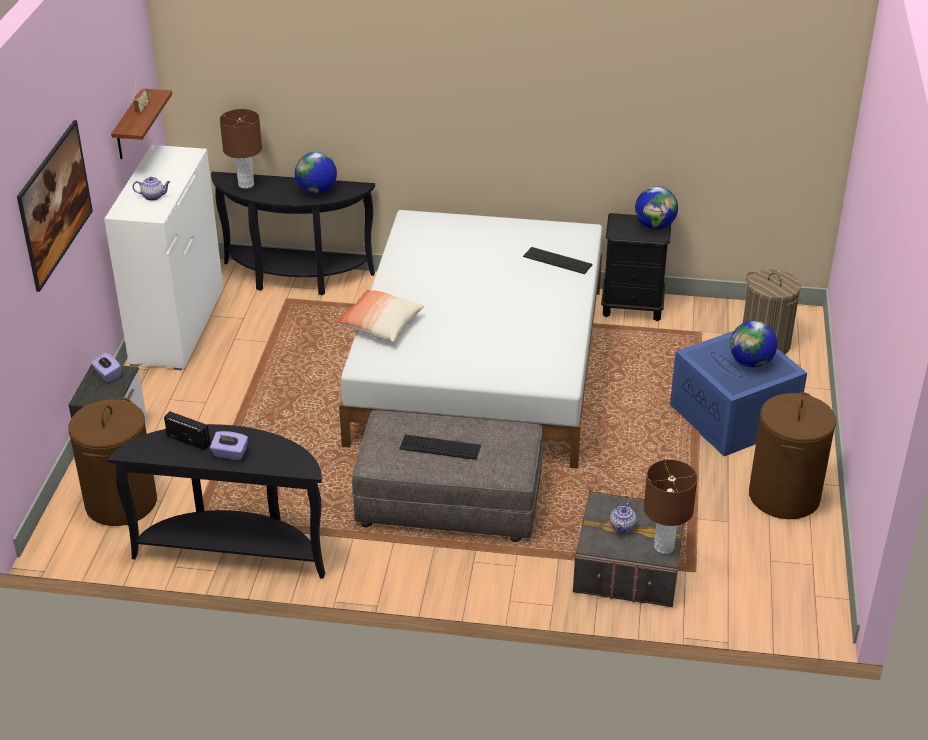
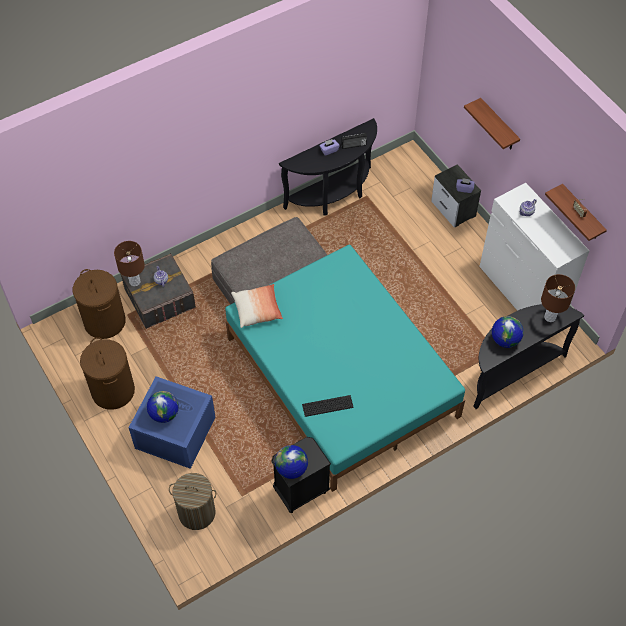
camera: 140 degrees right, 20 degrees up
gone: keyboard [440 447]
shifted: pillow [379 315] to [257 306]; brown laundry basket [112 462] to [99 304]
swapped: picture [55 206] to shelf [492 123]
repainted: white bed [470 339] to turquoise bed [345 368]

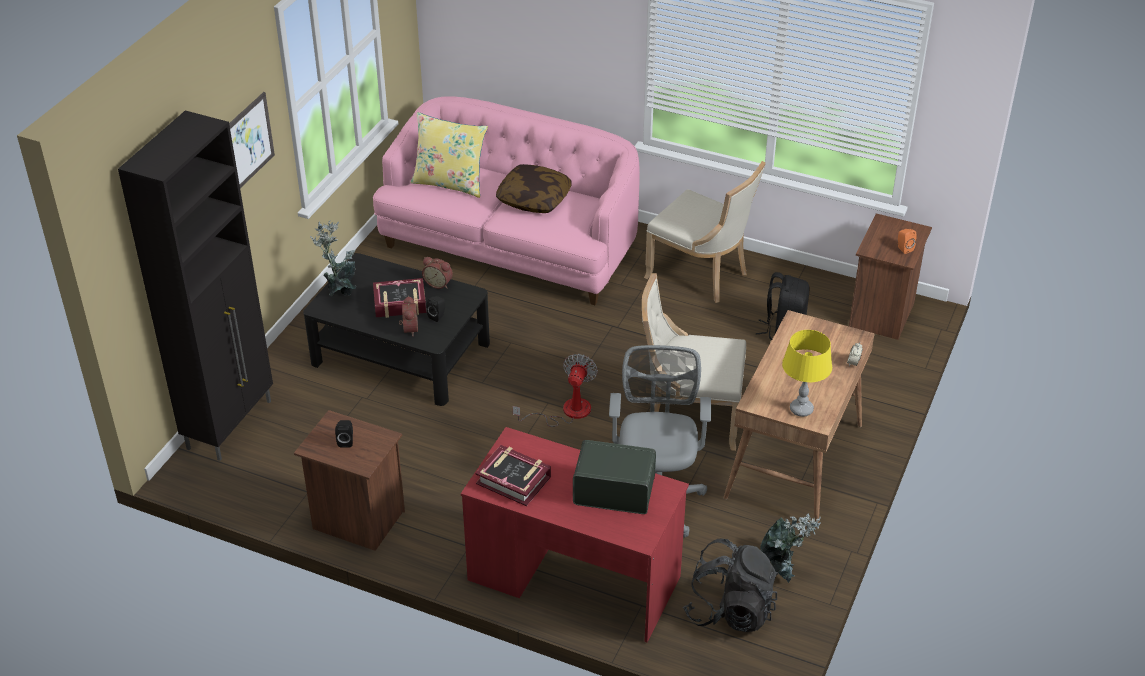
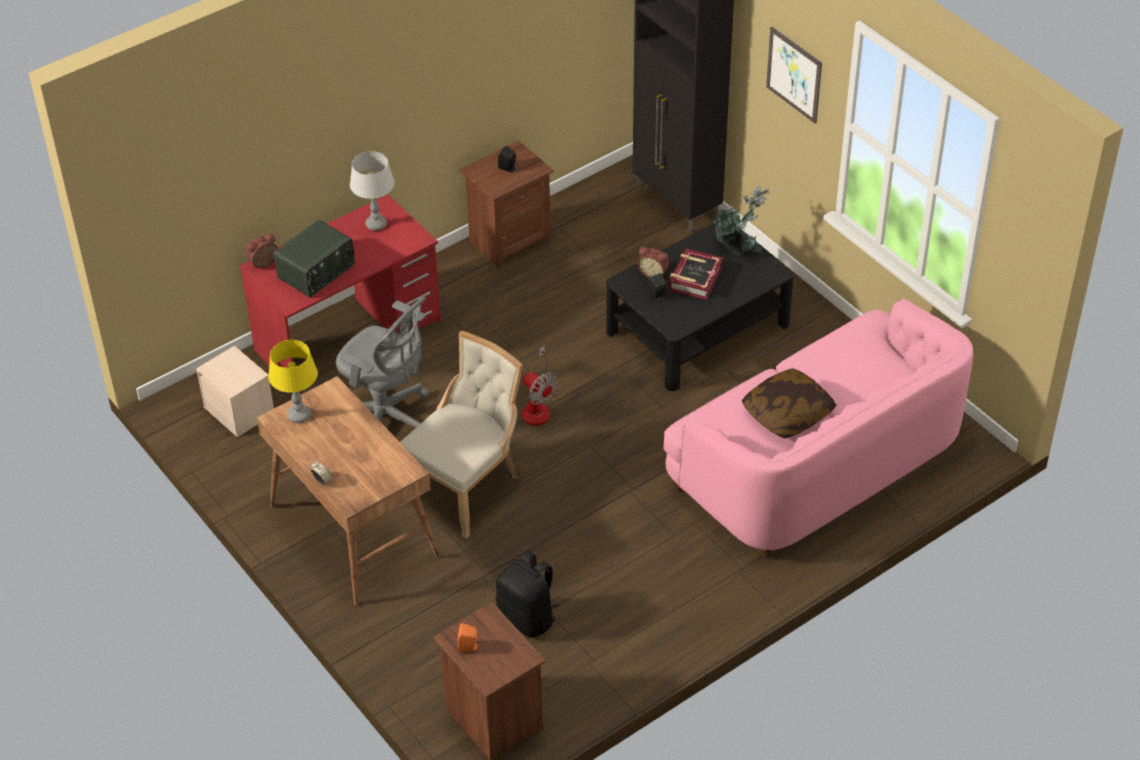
camera: 120 degrees right, 5 degrees up
gone: yellow pillow [449 155]; beige chair [705 232]; potted plant [790 548]
shifted: alarm clock [437 273] to [262 250]
swapped: book [513 475] to grey table lamp [372 191]; black backpack [730 585] to beige storage box [235 391]

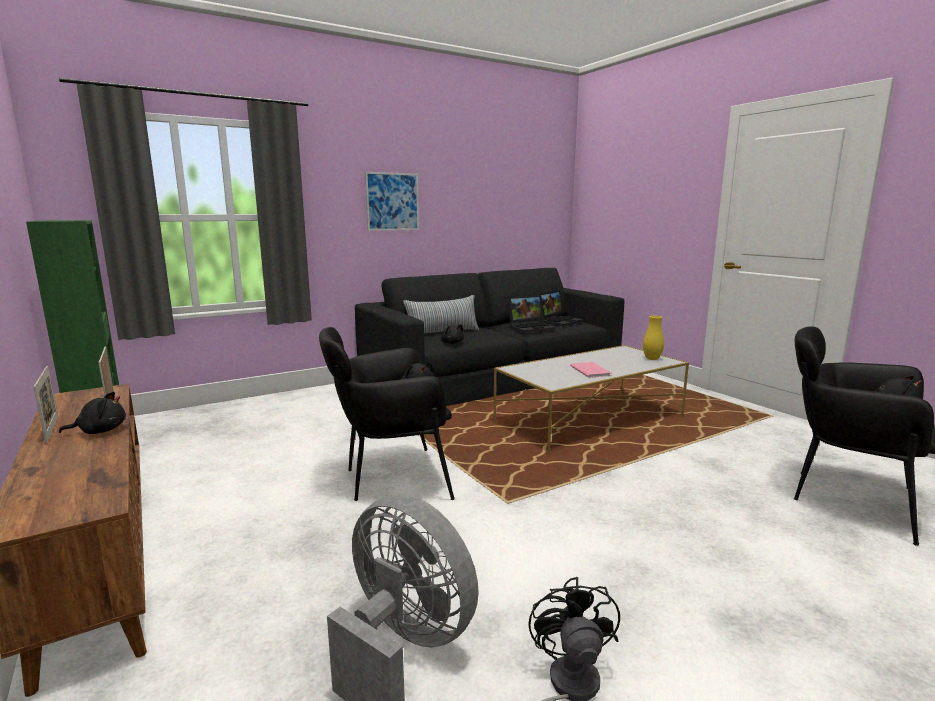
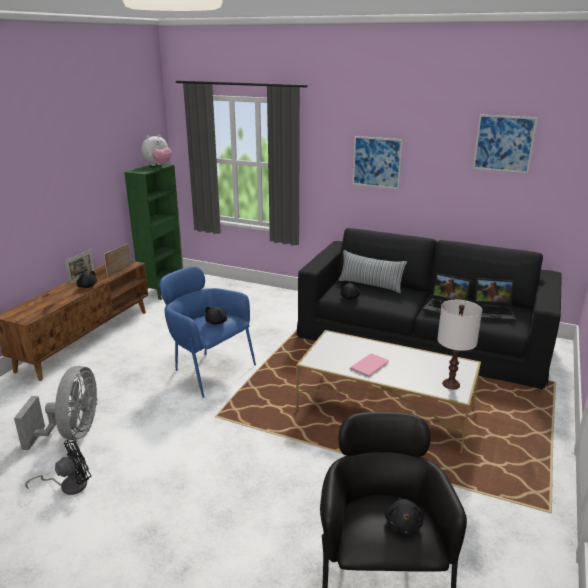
camera: 55 degrees right, 10 degrees up
new: picture [505 143]; plush toy [156 150]
swapped: yellow vase [653 338] to white table lamp [459 345]
repainted: black armchair [387 414] to blue armchair [208 332]

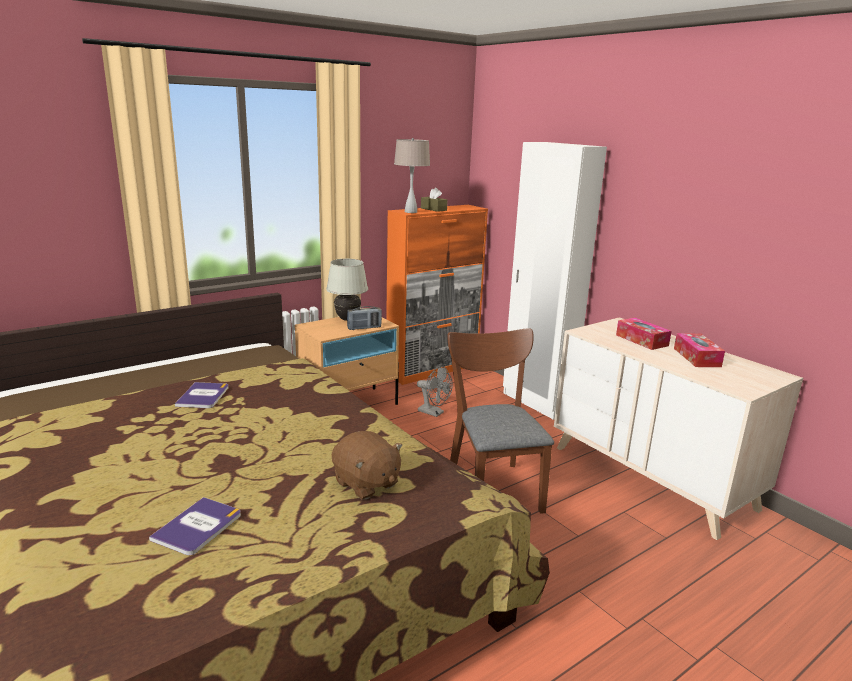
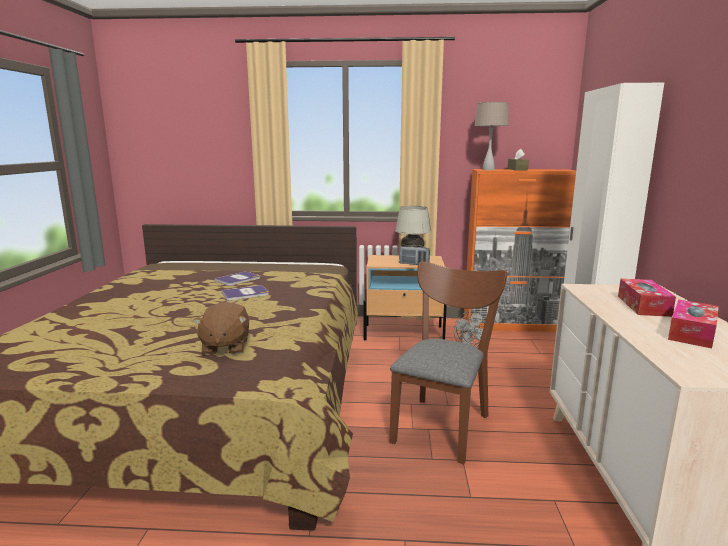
camera: 40 degrees right, 5 degrees down
shifted: book [195 526] to [245 293]

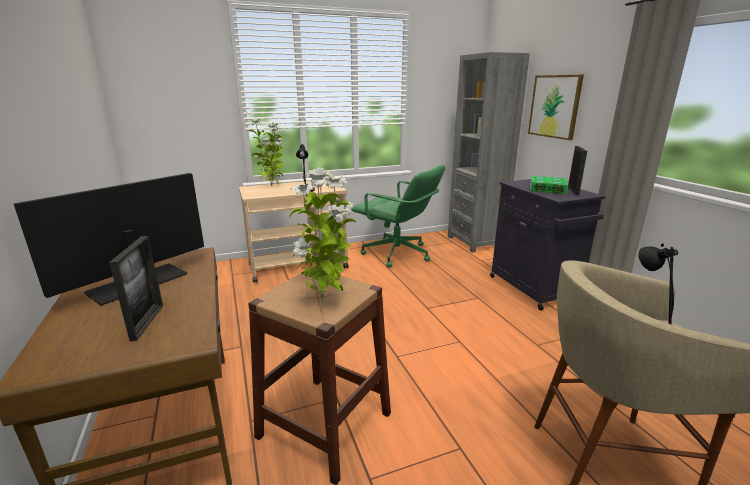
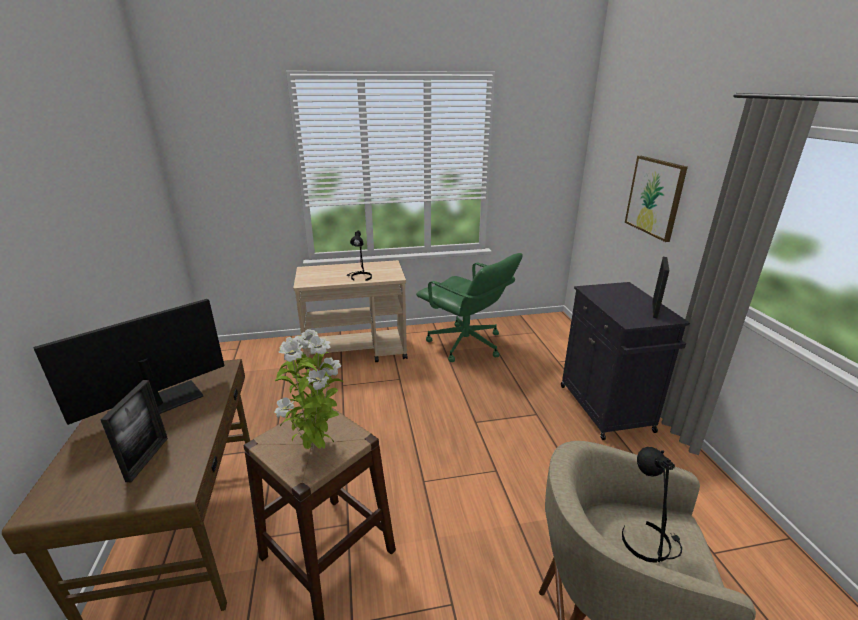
camera: 10 degrees right, 5 degrees up
gone: grey bookcase [489 152]; potted plant [265 152]; book [549 185]

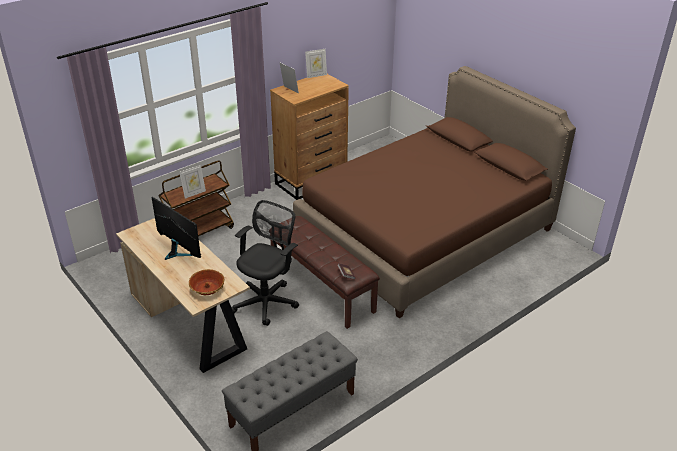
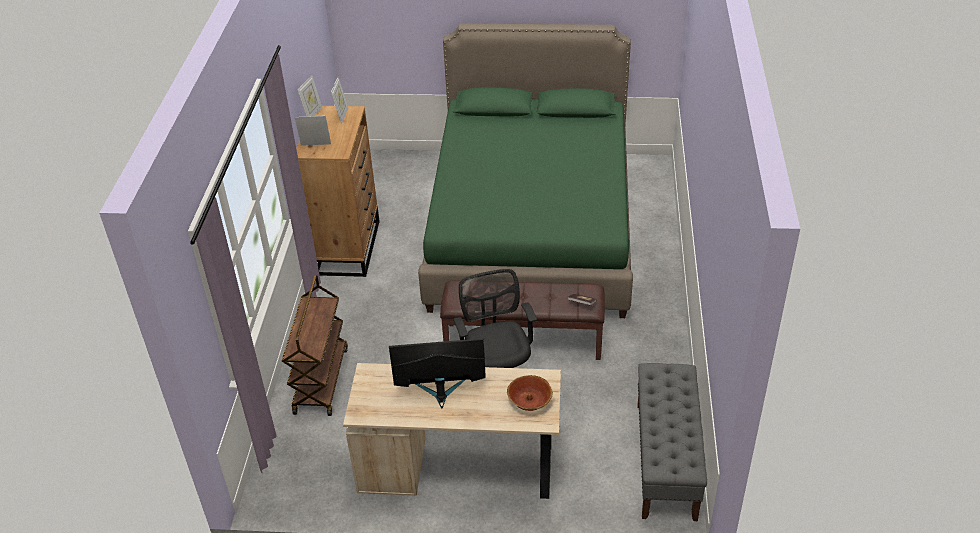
camera: 45 degrees left, 5 degrees up
shifted: picture frame [192 182] to [339 100]
repainted: brown bed [434 192] to green bed [525 170]

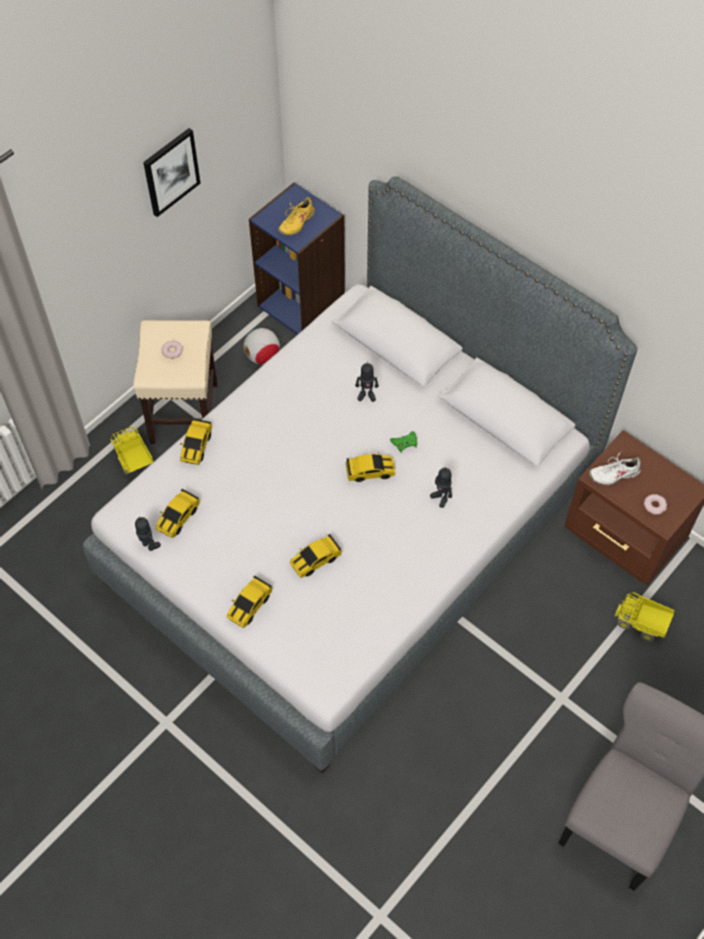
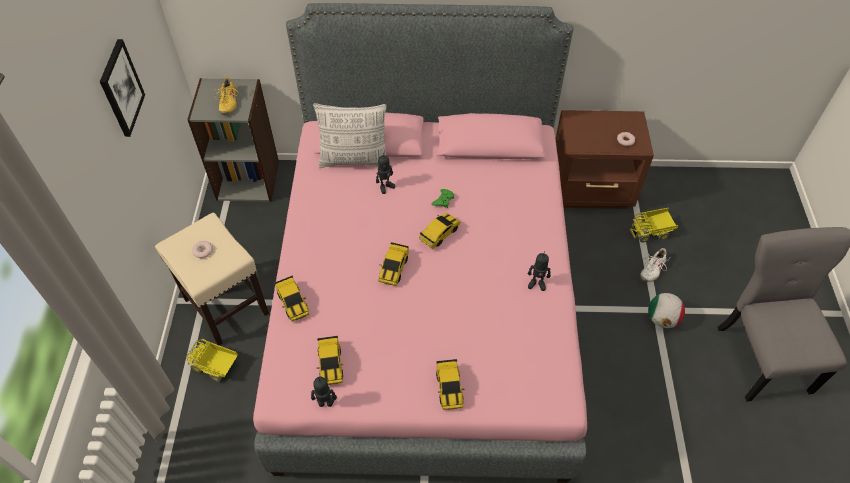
camera: 40 degrees left, 5 degrees down
new: pillow [350 135]
shifted: football [262 346] to [666 310]; white shoe [615 468] to [655 265]; toy robot [441 487] to [539 271]; toy car [316 556] to [394 264]
repainted: grey bed [360 475] to pink bed [420 243]; blue bookcase [297 258] to grey bookcase [233 140]

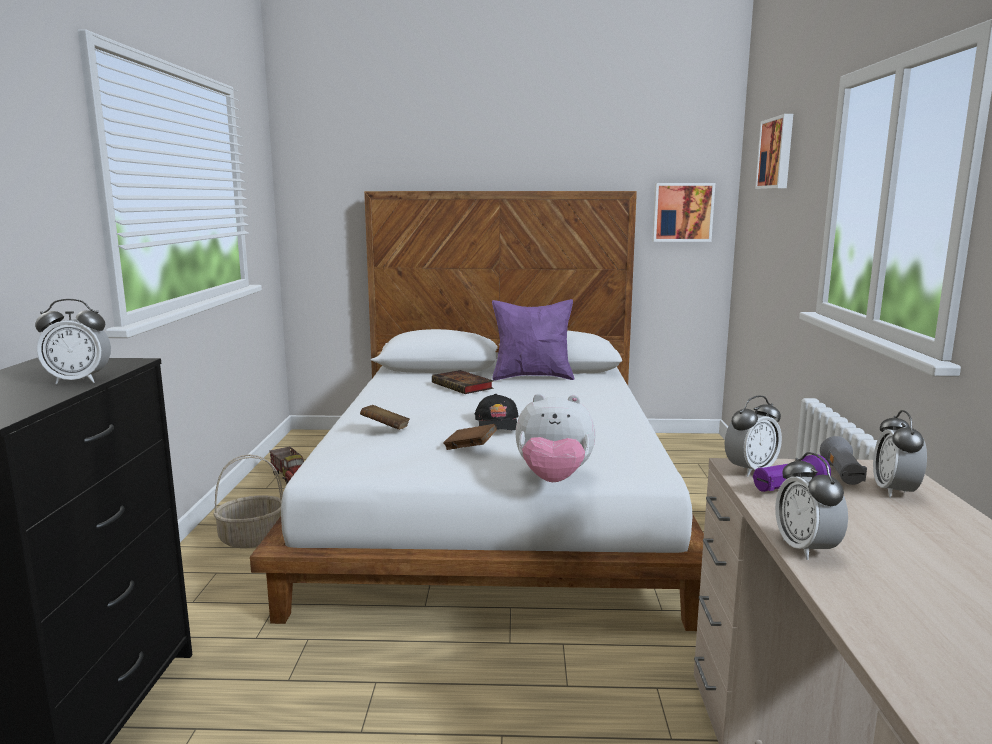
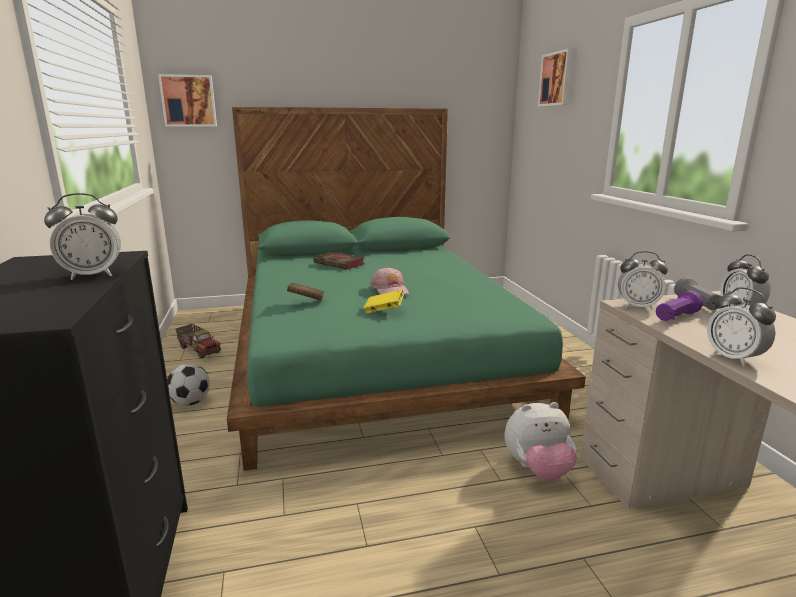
camera: 15 degrees left, 5 degrees up
gone: purple pillow [533 340]
shifted: picture [683 212] to [187 100]; plush toy [555 438] to [541 441]
swapped: basket [248 501] to football [188 385]
repainted: white bed [477 411] to green bed [406 289]; black cap [497 412] to pink cap [390 280]; brown book [470 437] to yellow book [384 301]
rotated: alarm clock [753 436] = [643 280] 60 degrees clockwise

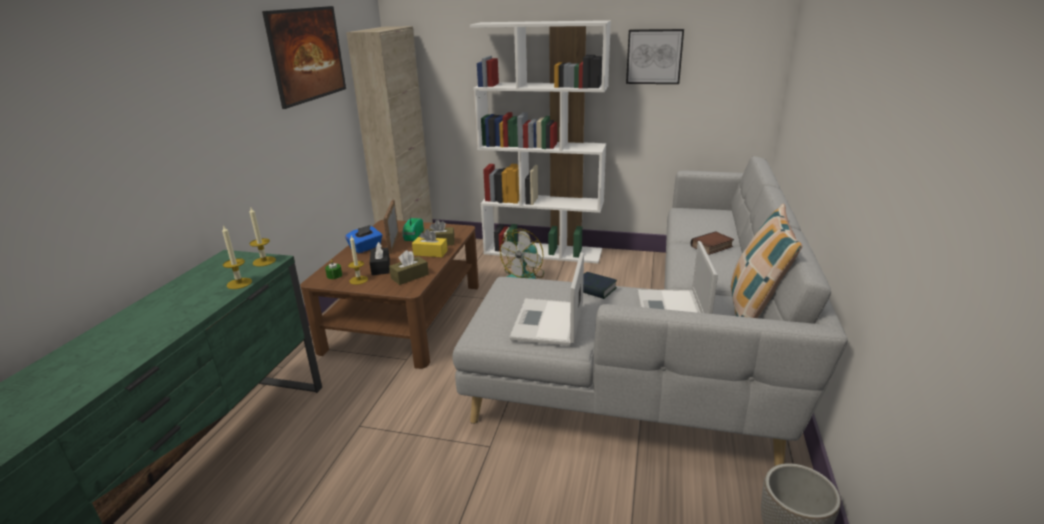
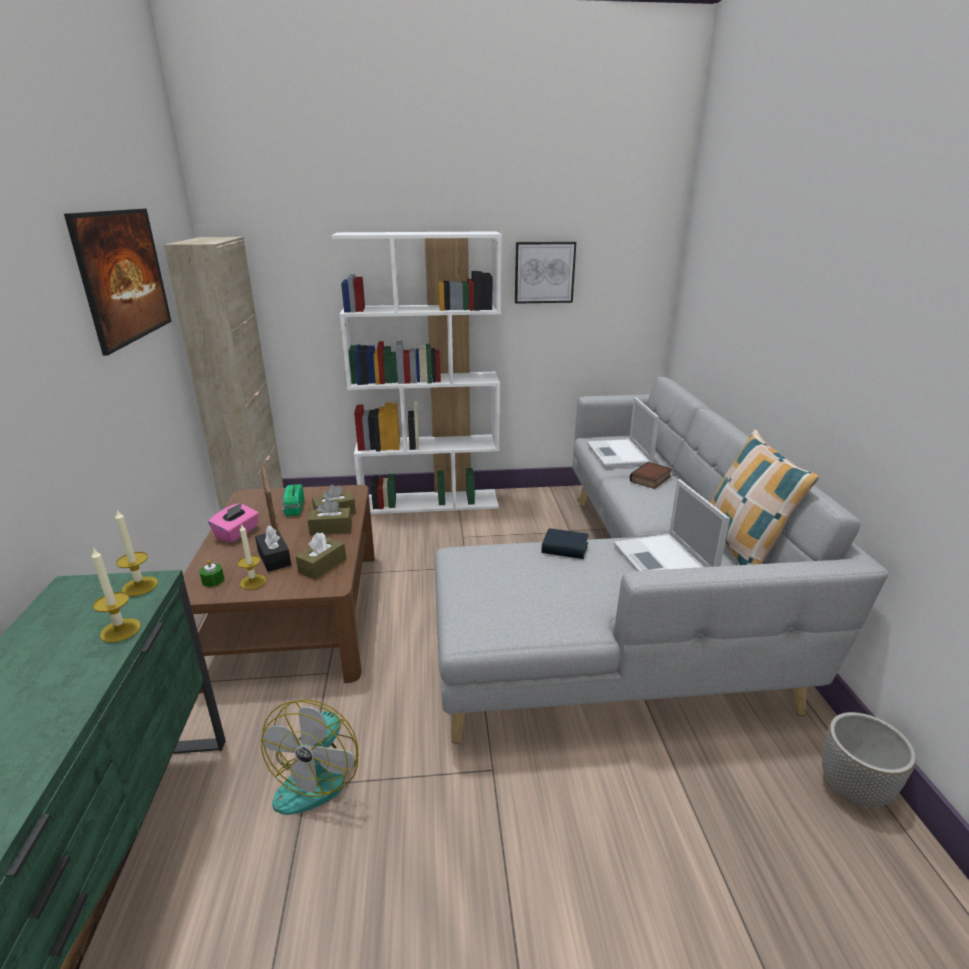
camera: 20 degrees left, 0 degrees up
shifted: fan [522 254] to [309 757]; laptop [546 299] to [623 432]
repainted: blue tissue box [364 239] to pink tissue box [233 523]; yellow tissue box [430 243] to brown tissue box [330 517]

